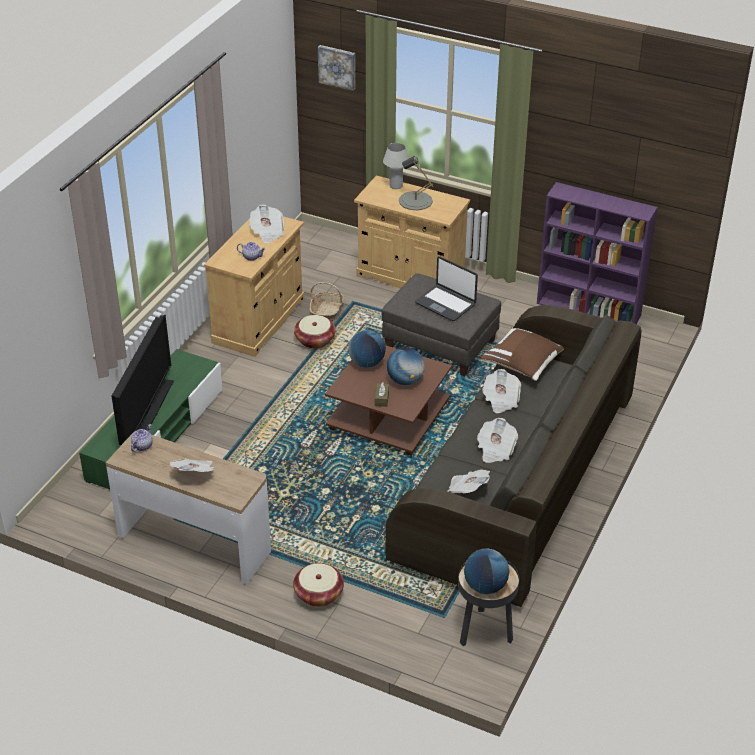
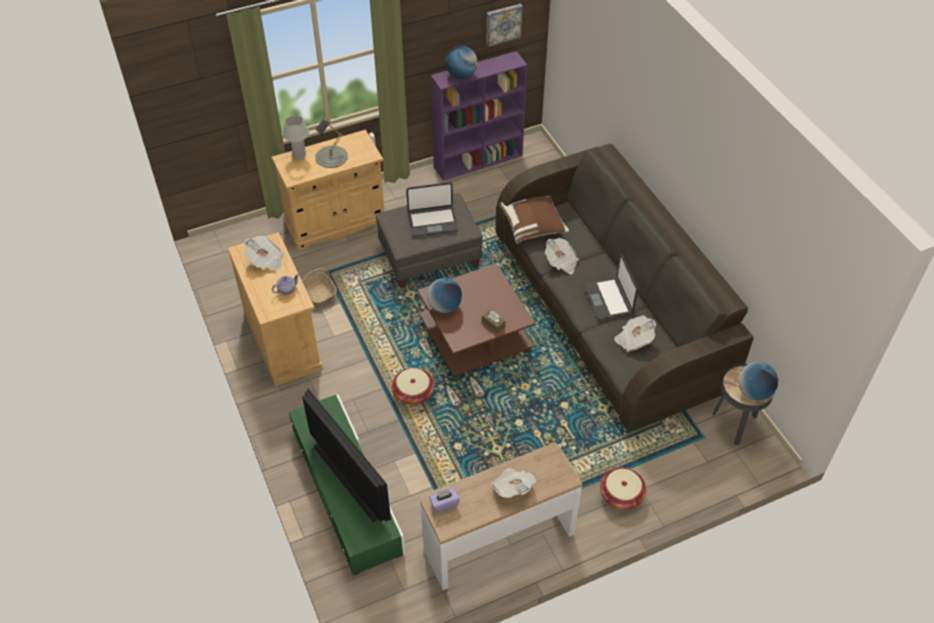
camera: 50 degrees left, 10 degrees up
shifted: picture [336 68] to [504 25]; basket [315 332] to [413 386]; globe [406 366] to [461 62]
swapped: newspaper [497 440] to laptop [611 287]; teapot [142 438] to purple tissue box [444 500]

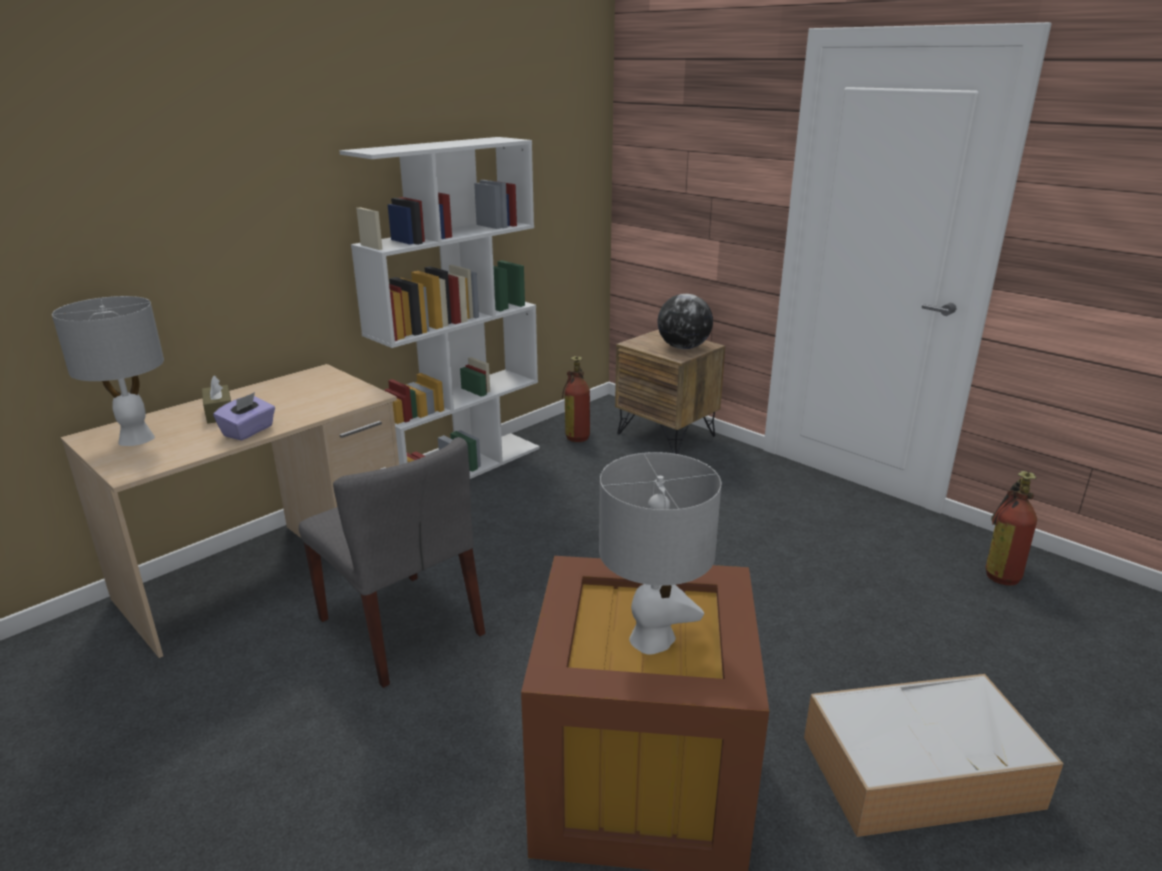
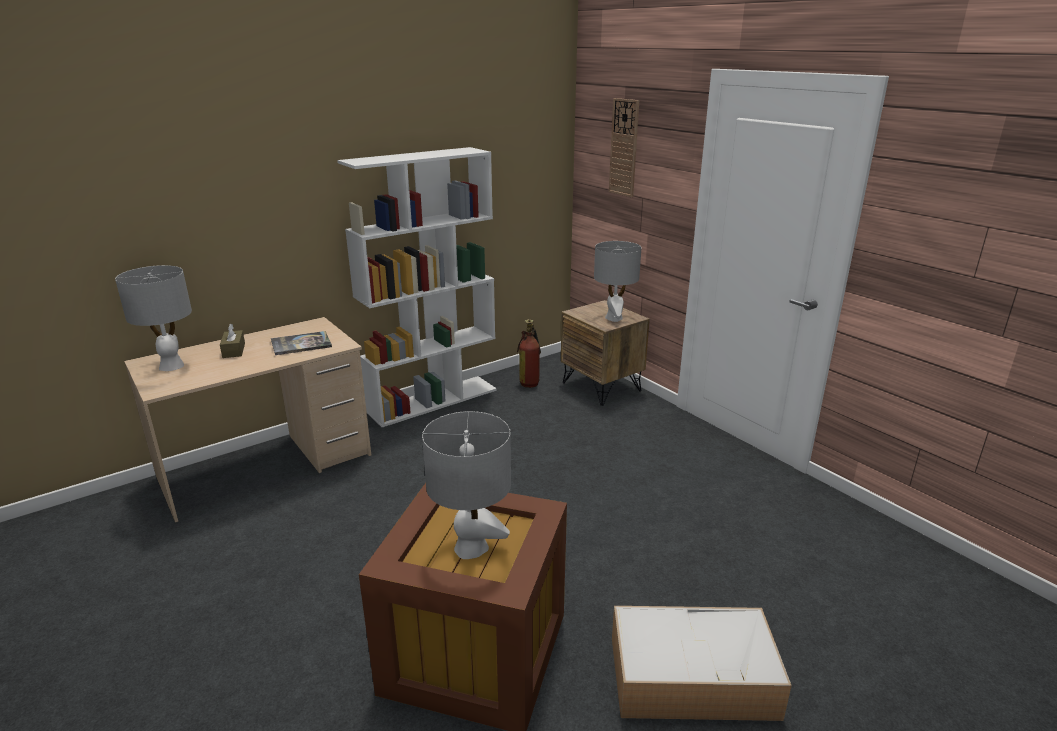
camera: 10 degrees right, 0 degrees up
gone: purple tissue box [244 416]; grey chair [392 562]; fire extinguisher [1011 528]
new: wall clock [624 147]; book [301 343]
swapped: globe [685 321] to grey table lamp [617 281]

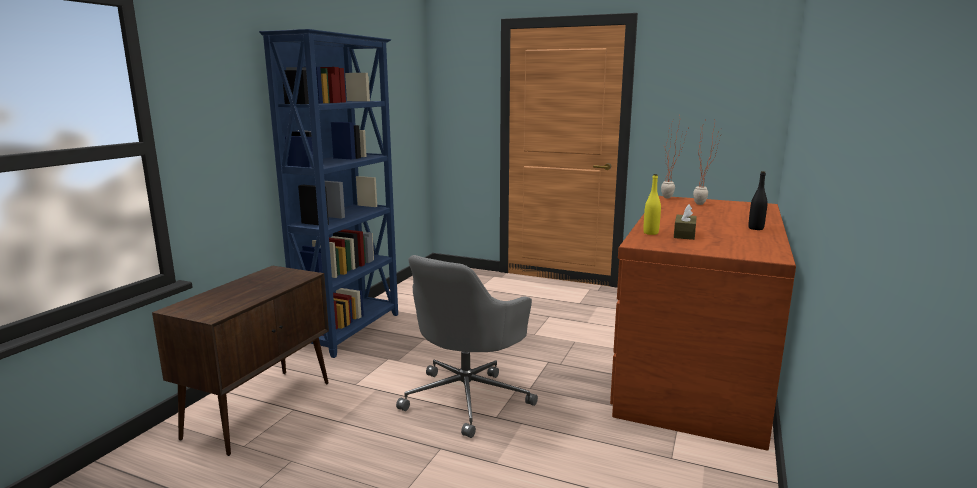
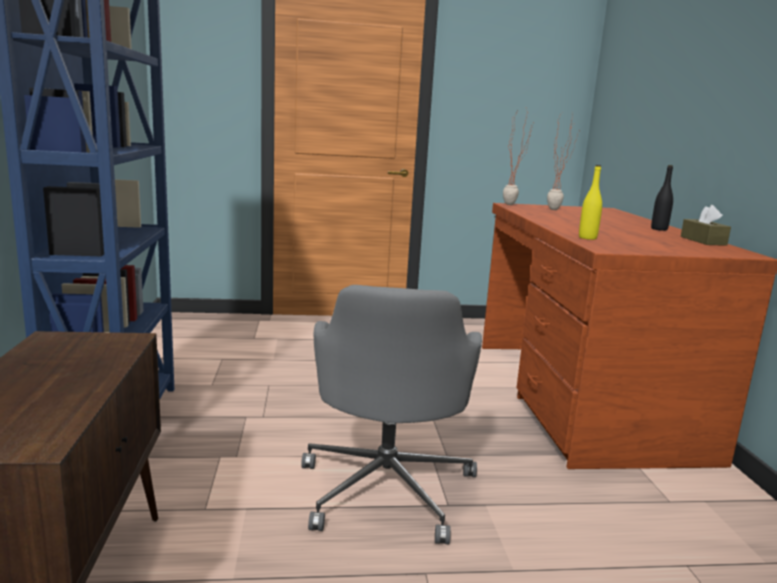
camera: 30 degrees left, 0 degrees up
shifted: brown tissue box [685 222] to [706 225]

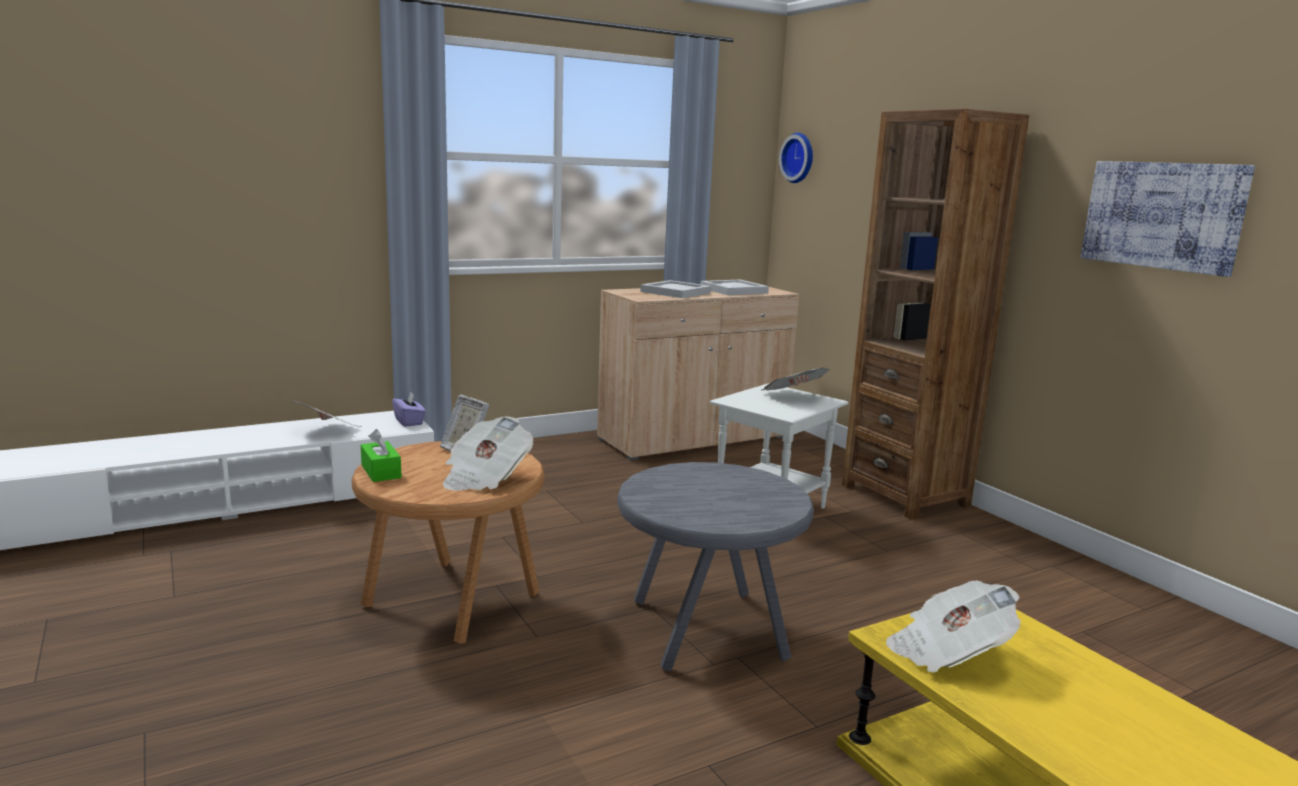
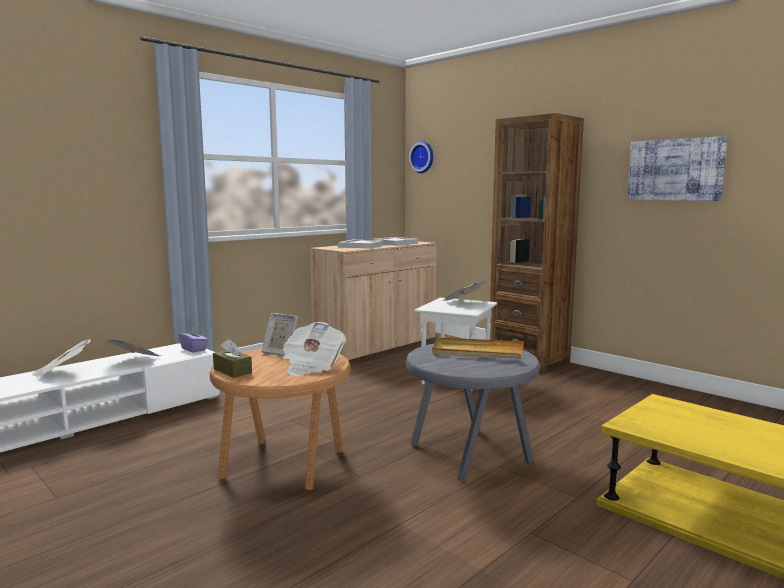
camera: 15 degrees left, 5 degrees down
new: beige tray [478 348]
shifted: newspaper [953 626] to [61 358]
repainted: green tissue box [381 455] to brown tissue box [232 358]

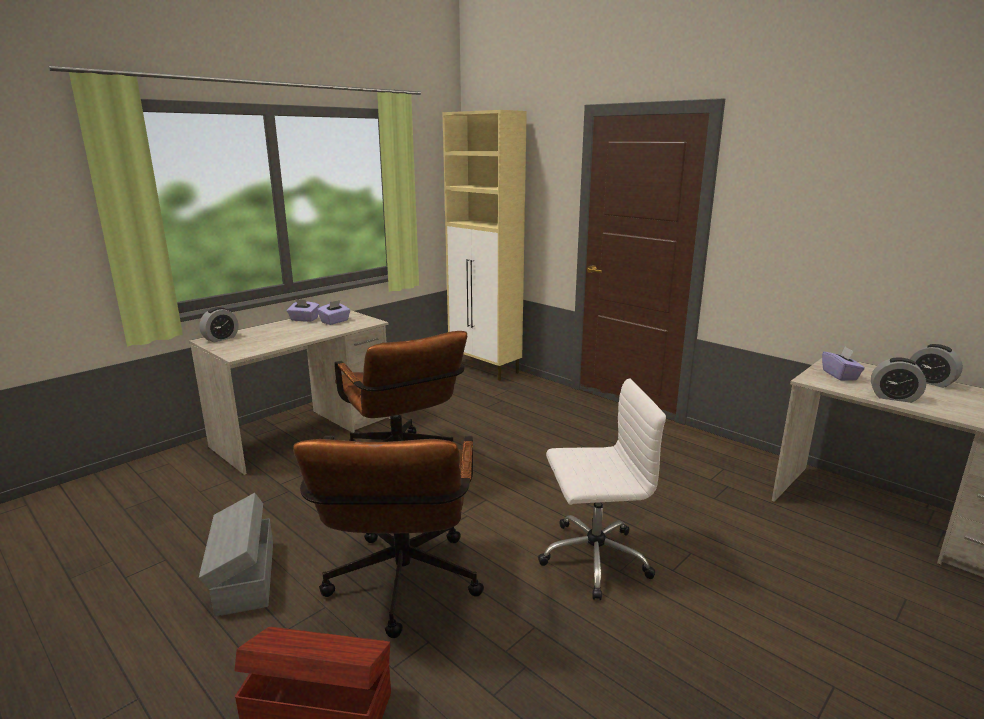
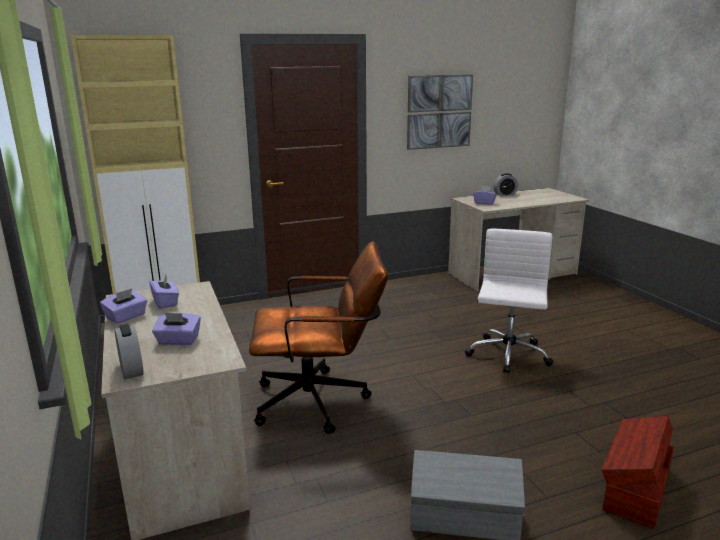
camera: 65 degrees left, 0 degrees up
gone: alarm clock [898 380]; brown office chair [388 537]
new: picture [440 112]; purple tissue box [176 329]

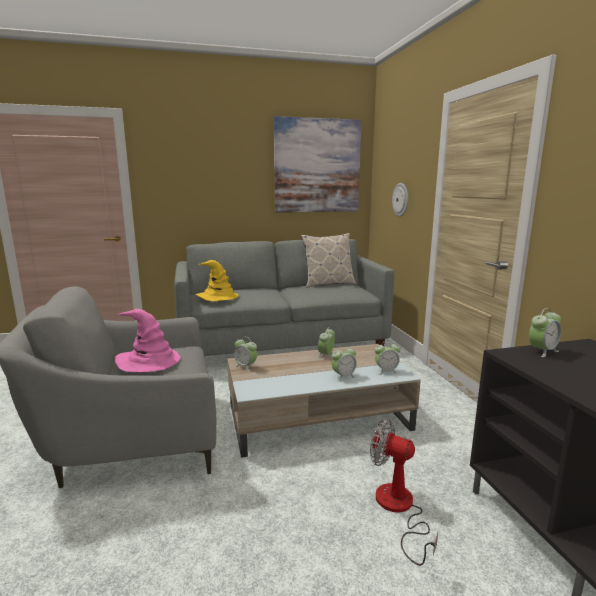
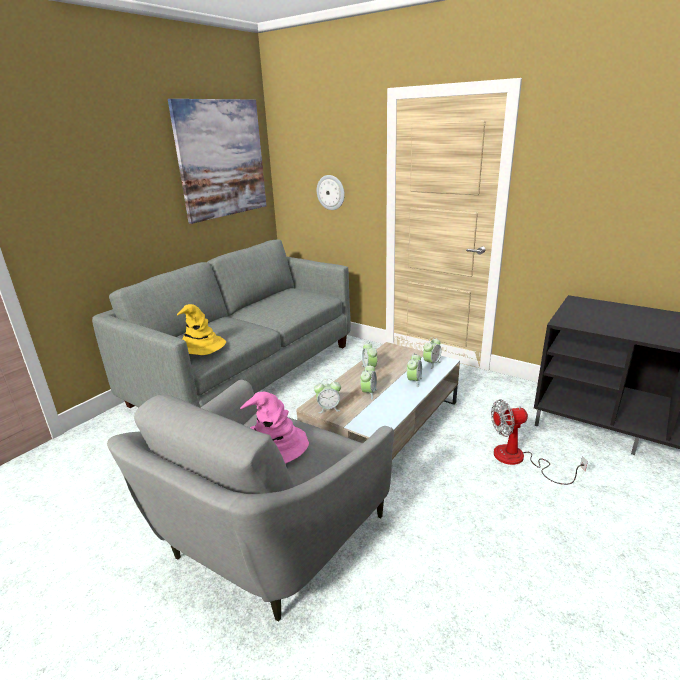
camera: 40 degrees left, 10 degrees up
gone: pillow [328 260]
shifted: alarm clock [545 332] to [368 382]

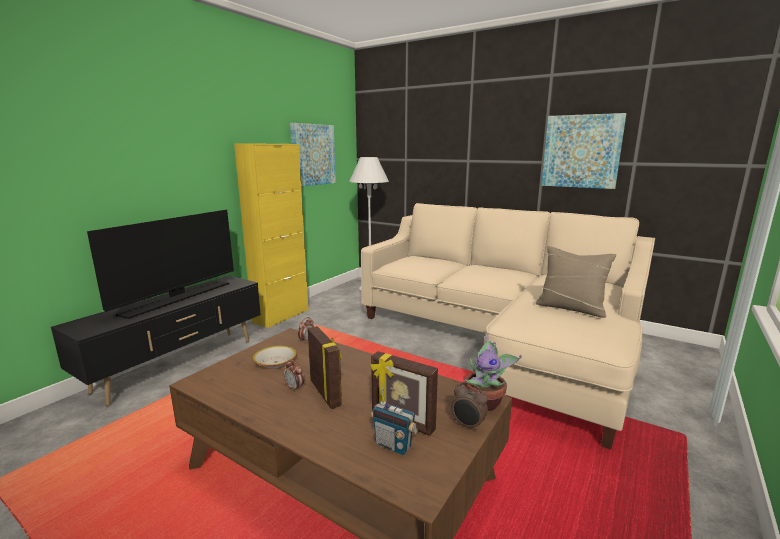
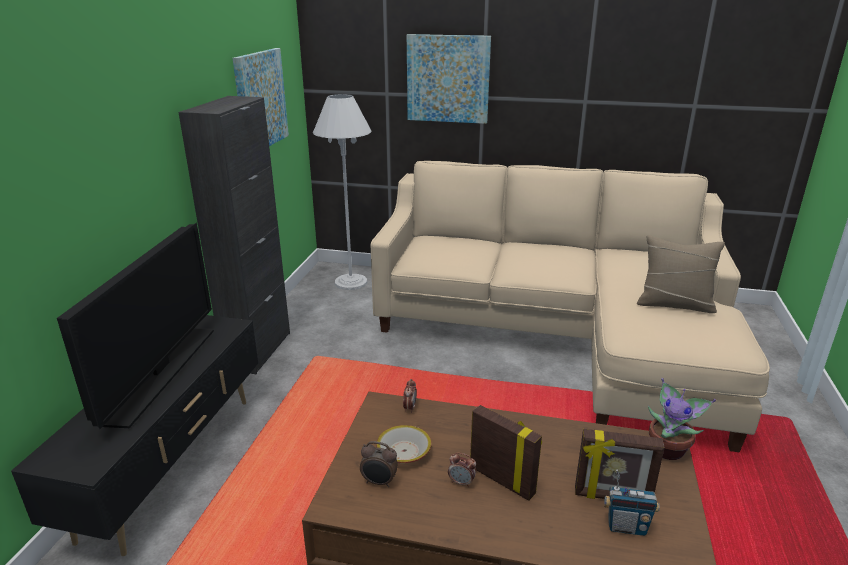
camera: 20 degrees left, 10 degrees up
shifted: picture [584 151] to [449 79]; alarm clock [469 406] to [379 464]
repainted: yellow cabinet [271 235] to black cabinet [234 235]

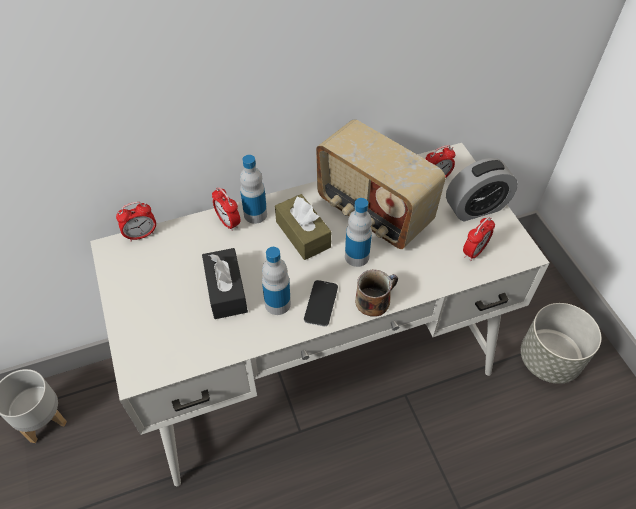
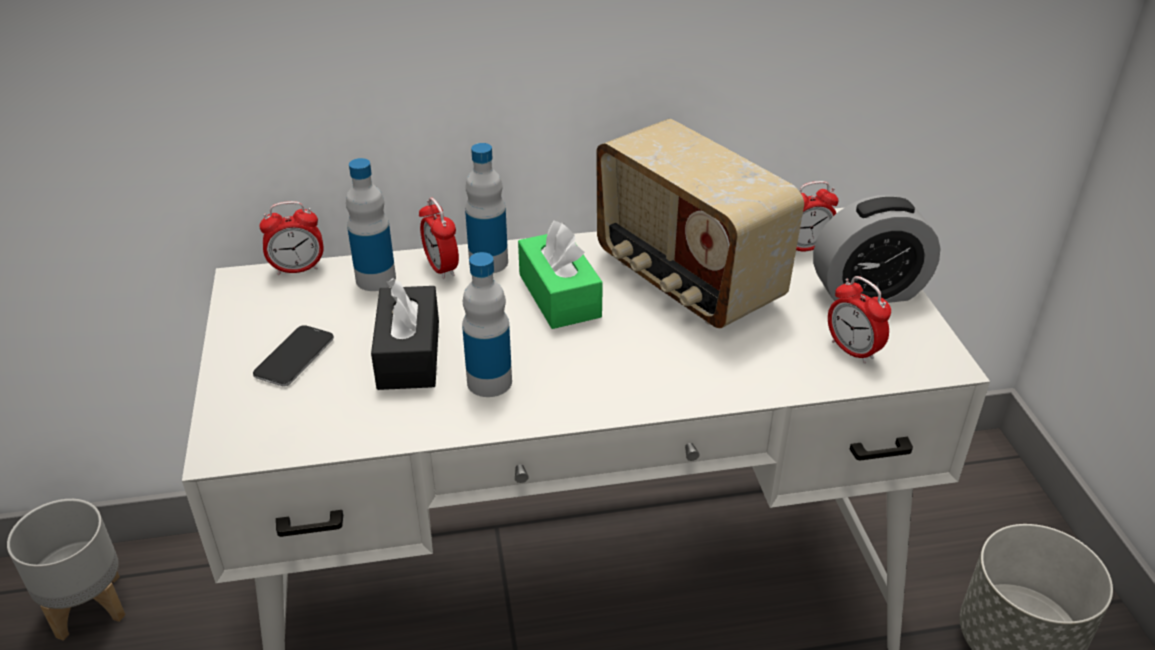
camera: 10 degrees right, 15 degrees down
gone: mug [376 293]
shifted: bottle [358 232] to [371 224]; phone [321 303] to [293 355]
repainted: brown tissue box [303 227] to green tissue box [560 274]
rotated: alarm clock [479 239] = [859 320] 90 degrees clockwise

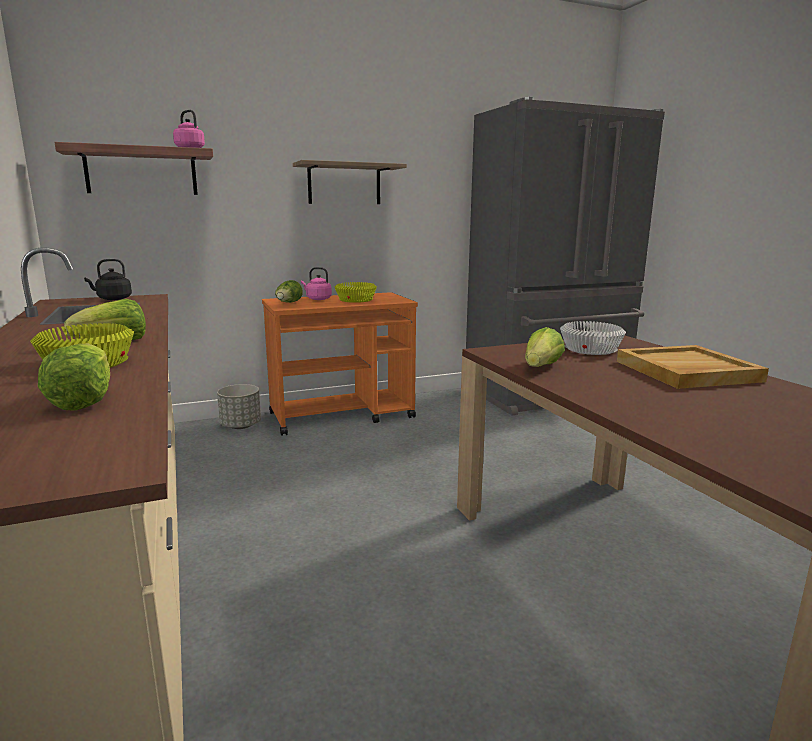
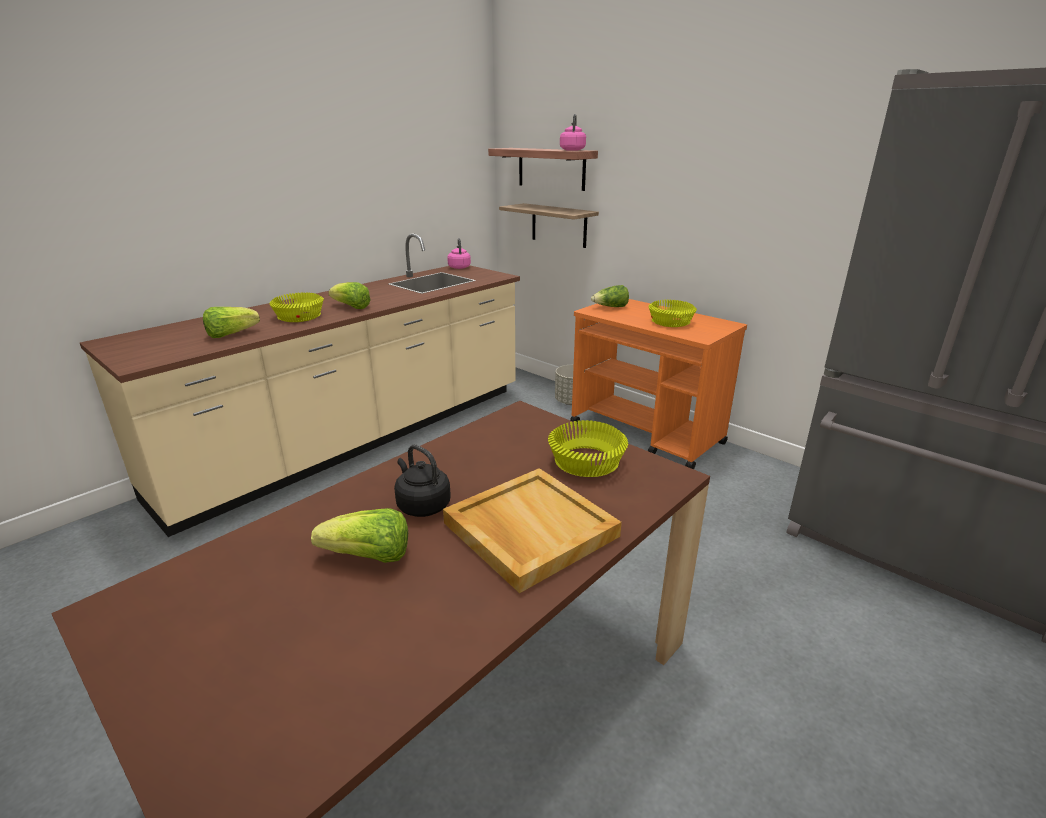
camera: 65 degrees right, 10 degrees up
shifted: shelf [350 182] to [549 225]; black kettle [108 279] to [422 481]; pink kettle [316 283] to [459 253]; lettuce [545 347] to [359 535]
repainted: white bowl [593 338] to yellow bowl [588 448]

